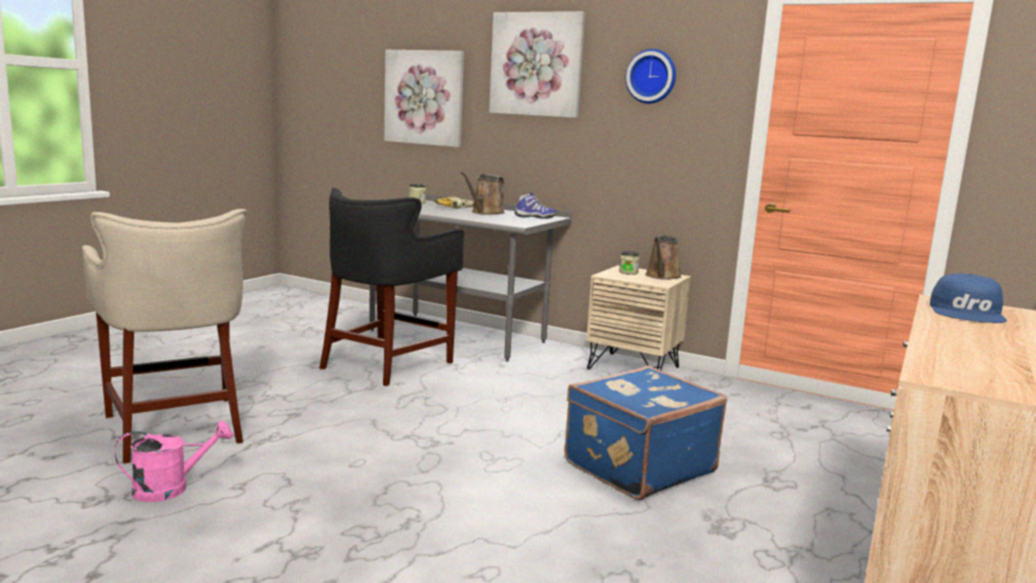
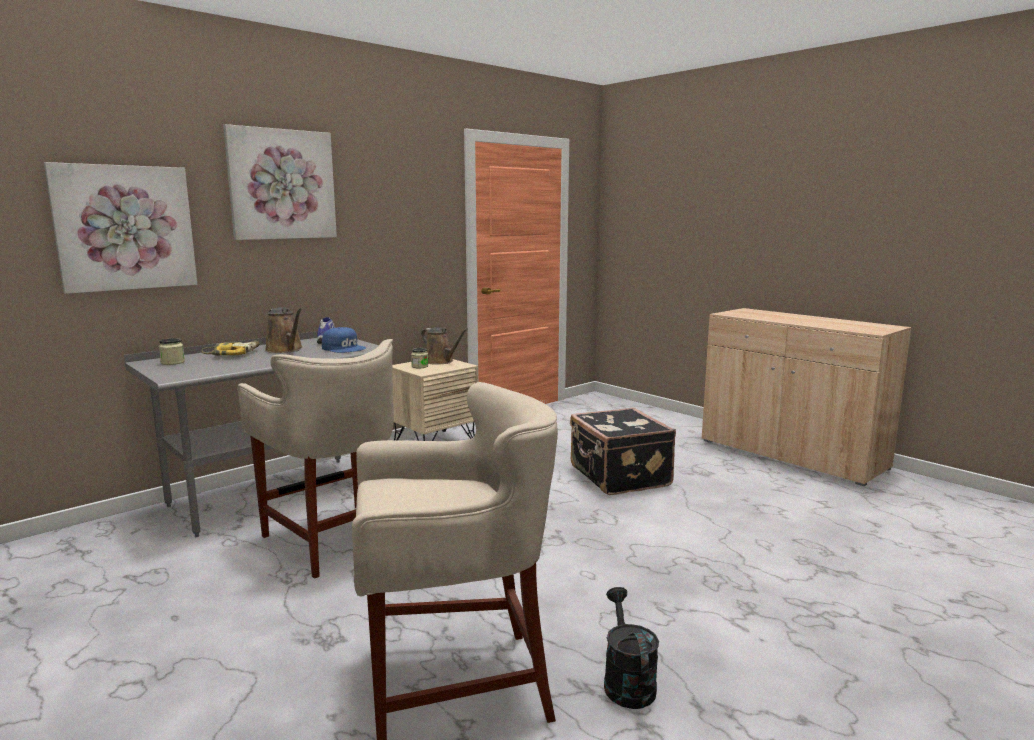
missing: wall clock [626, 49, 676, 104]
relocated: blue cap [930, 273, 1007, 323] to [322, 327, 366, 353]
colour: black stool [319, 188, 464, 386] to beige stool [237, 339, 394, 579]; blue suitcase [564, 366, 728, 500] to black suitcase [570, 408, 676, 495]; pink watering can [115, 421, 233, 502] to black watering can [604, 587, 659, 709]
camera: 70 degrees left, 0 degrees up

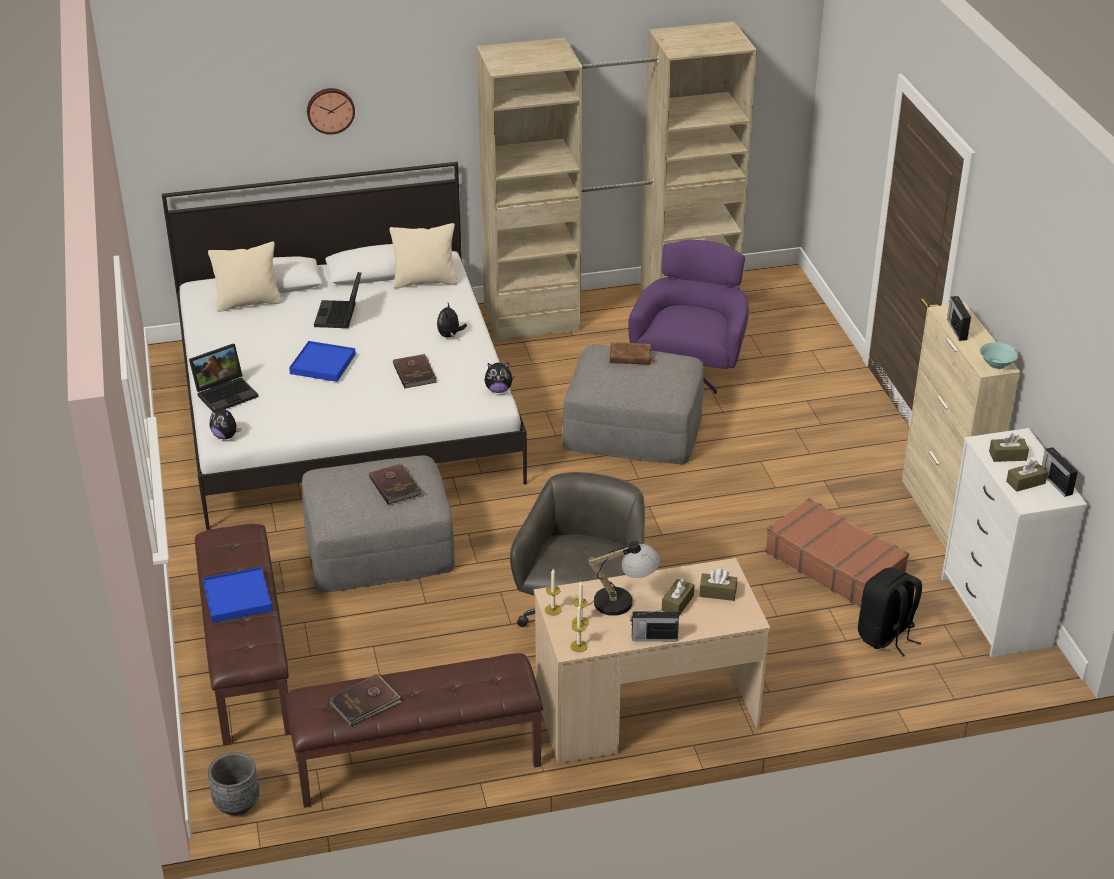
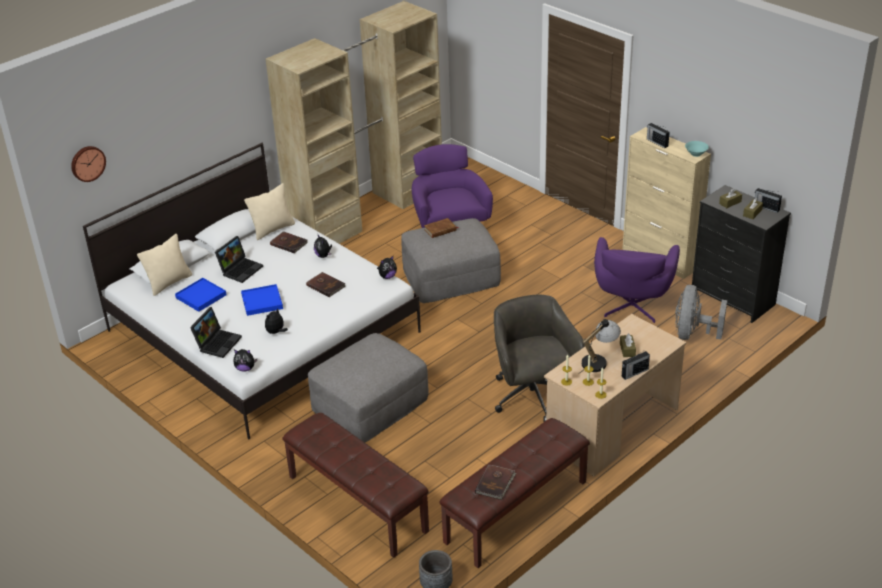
missing: brown tissue box [699, 569, 737, 601]
appeared: plush toy [265, 308, 288, 334]
relocated: wall clock [307, 88, 355, 135] to [71, 146, 106, 182]; blue tray [203, 567, 272, 623] to [175, 278, 227, 312]; brown book [369, 463, 421, 504] to [270, 231, 308, 253]
exchanged: brown suitcase [765, 498, 909, 607] to purple armchair [594, 237, 680, 323]; black backpack [858, 567, 922, 656] to grey fan [675, 285, 727, 340]
colour: white dresser [941, 428, 1088, 657] to black dresser [692, 185, 791, 323]
spun: laptop [314, 272, 361, 328] = [215, 236, 263, 283] 120 degrees counterclockwise
camera: 30 degrees left, 0 degrees up

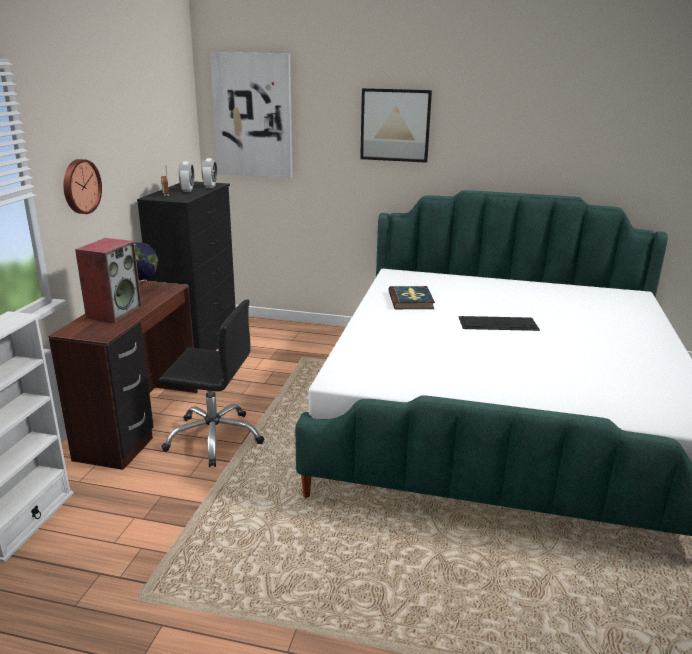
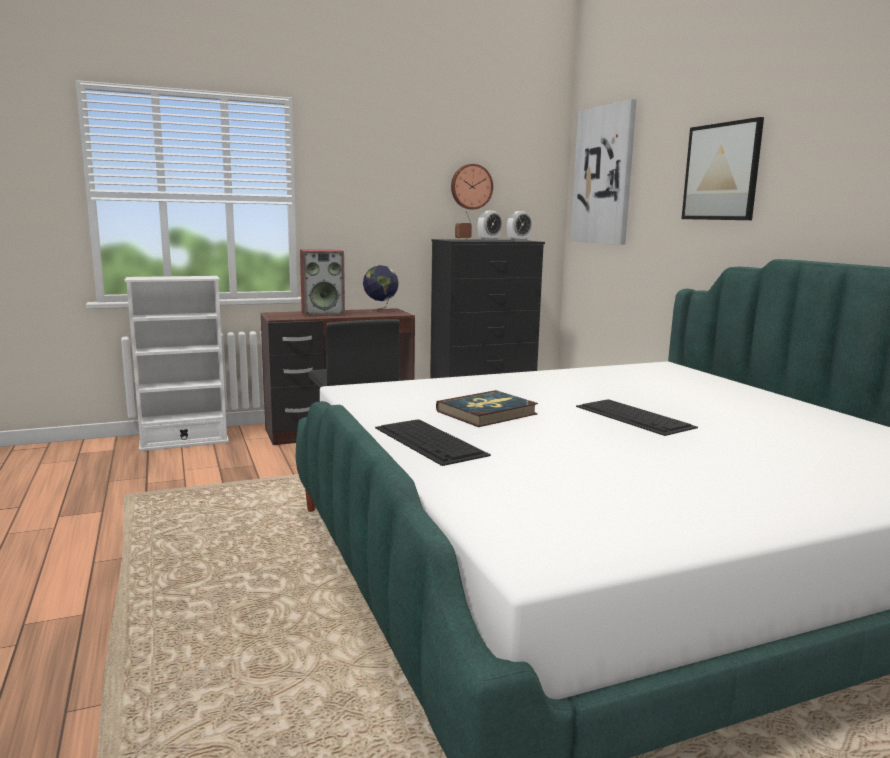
appeared: keyboard [375, 419, 491, 466]
relocated: book [388, 286, 435, 309] to [436, 390, 538, 427]; wall clock [63, 159, 102, 214] to [451, 164, 493, 209]
camera: 55 degrees right, 10 degrees down

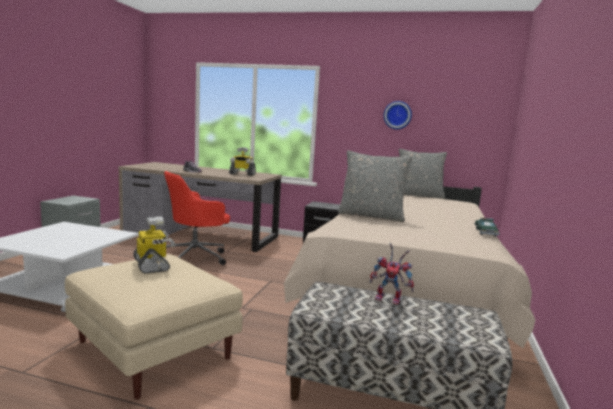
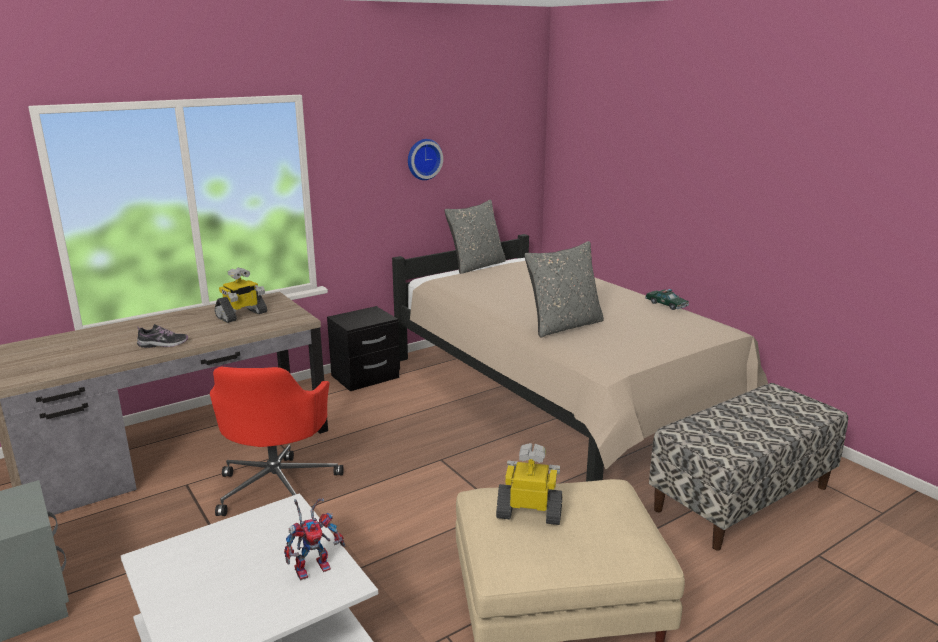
relocated: toy robot [369, 243, 414, 305] to [284, 498, 346, 581]
camera: 50 degrees left, 10 degrees up

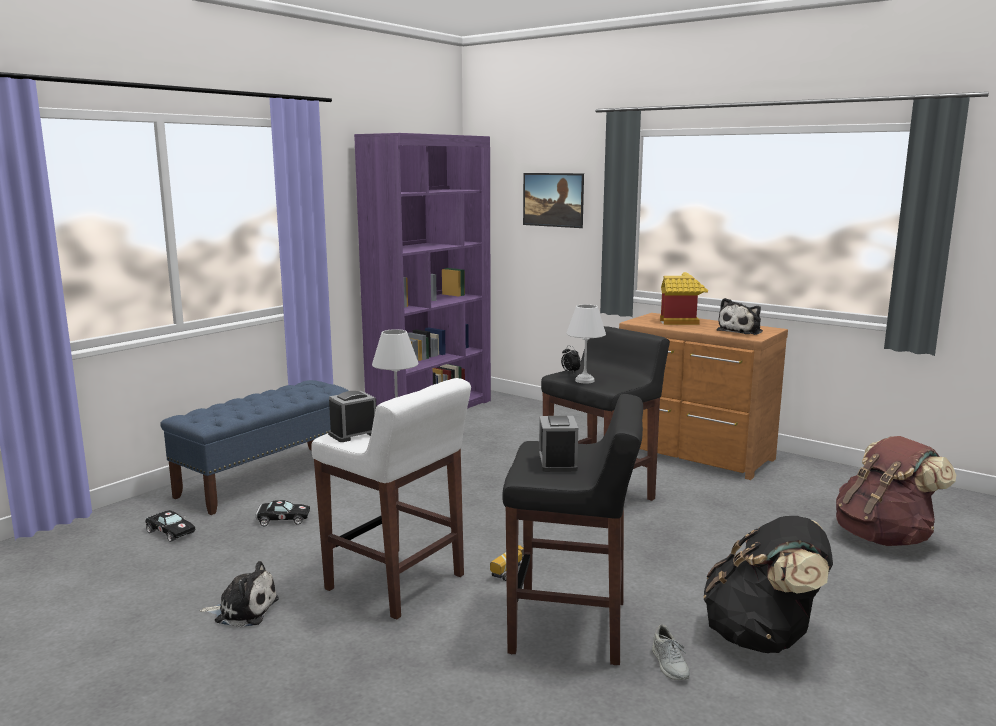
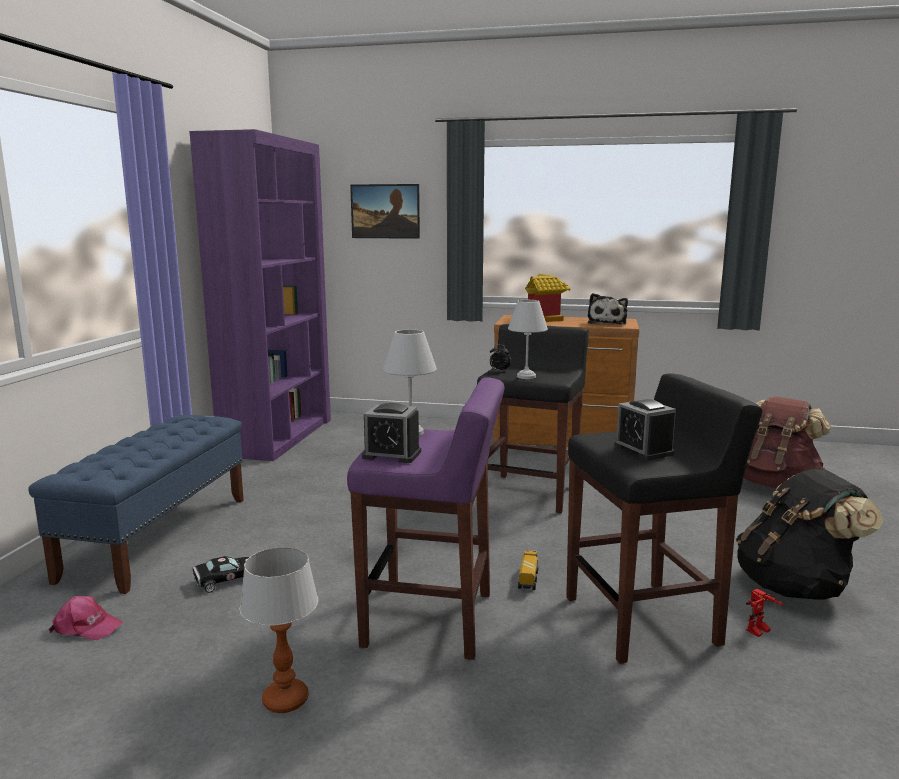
exchanged: black toy car [145, 510, 195, 542] to pink cap [49, 596, 123, 640]; plush toy [200, 561, 279, 627] to table lamp [240, 547, 318, 713]; grey shoe [652, 624, 690, 680] to toy robot [746, 589, 783, 637]
colour: white stool [312, 378, 471, 620] to purple stool [347, 377, 504, 660]
spun: alarm clock [328, 391, 376, 442] = [362, 403, 421, 463] 105 degrees counterclockwise
camera: 25 degrees left, 0 degrees up

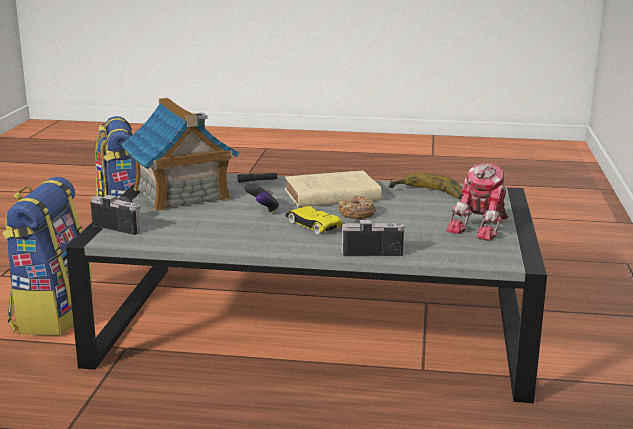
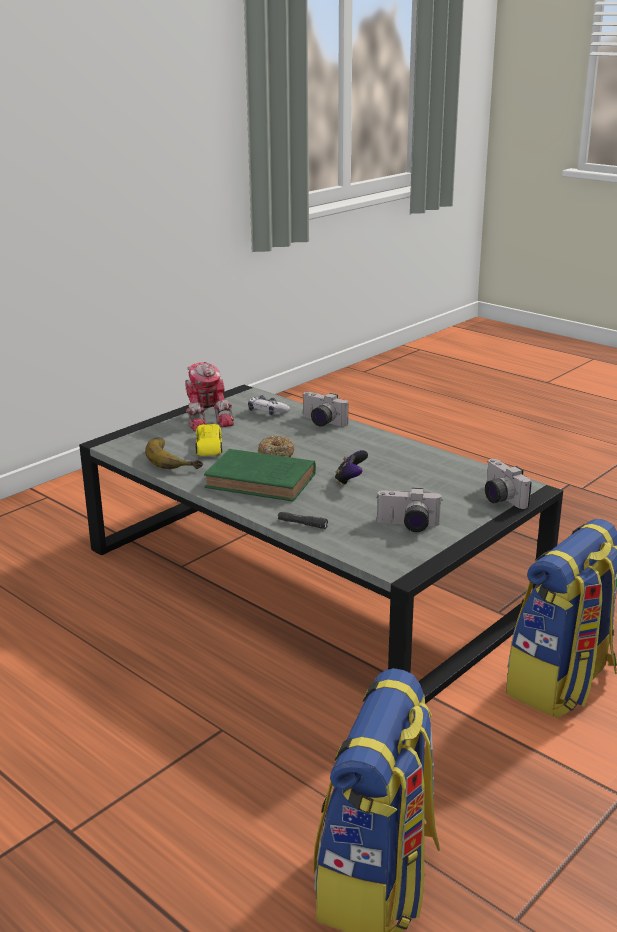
appeared: game controller [248, 395, 290, 415]
relocated: yellow toy car [285, 206, 342, 234] to [195, 424, 222, 456]
exchanged: toy house [121, 98, 240, 211] to photo camera [376, 488, 442, 532]
colour: beige book [285, 171, 381, 207] to green book [204, 449, 316, 502]
spun: toy robot [446, 163, 508, 241] = [185, 362, 234, 432] 90 degrees clockwise
camera: 145 degrees left, 5 degrees up

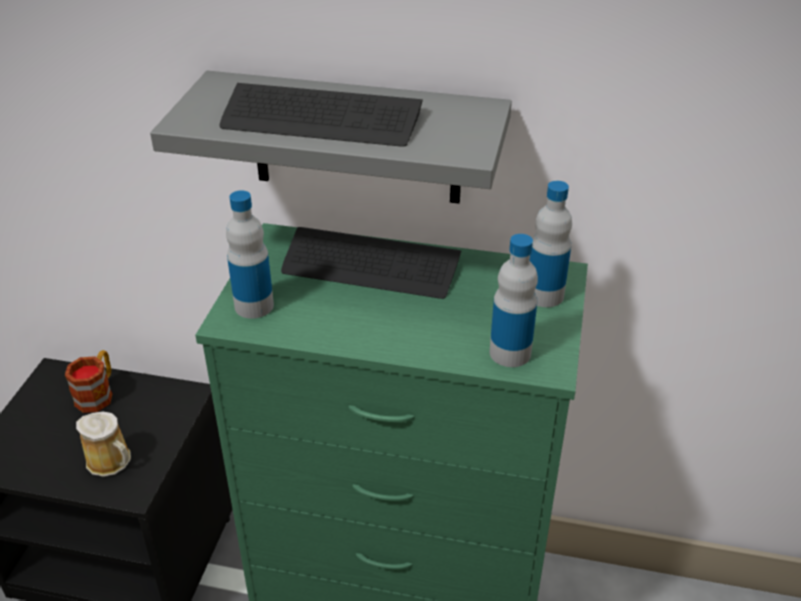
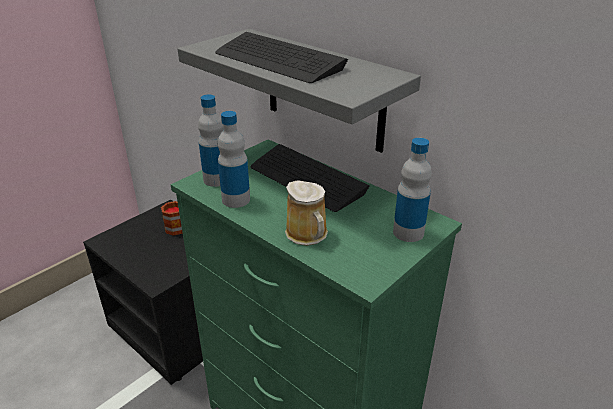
relocated: bottle [489, 234, 538, 367] to [218, 111, 250, 208]; mug [76, 411, 131, 477] to [285, 180, 328, 246]
camera: 30 degrees right, 5 degrees down

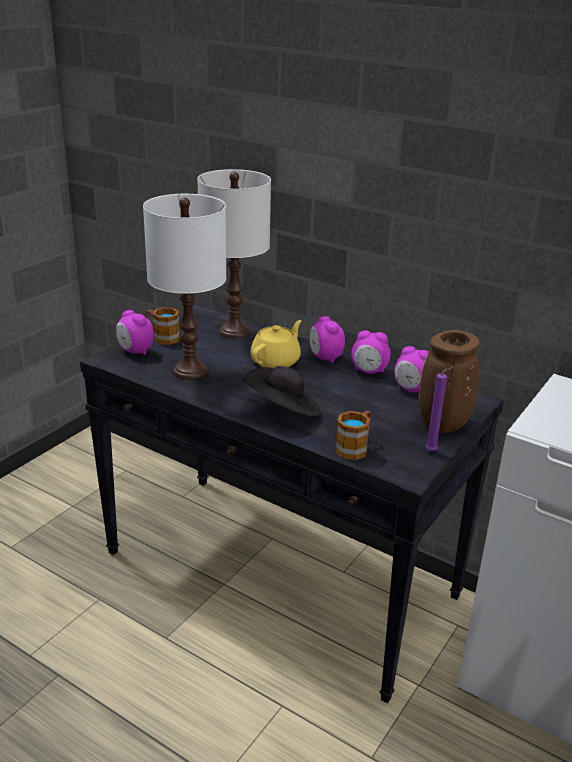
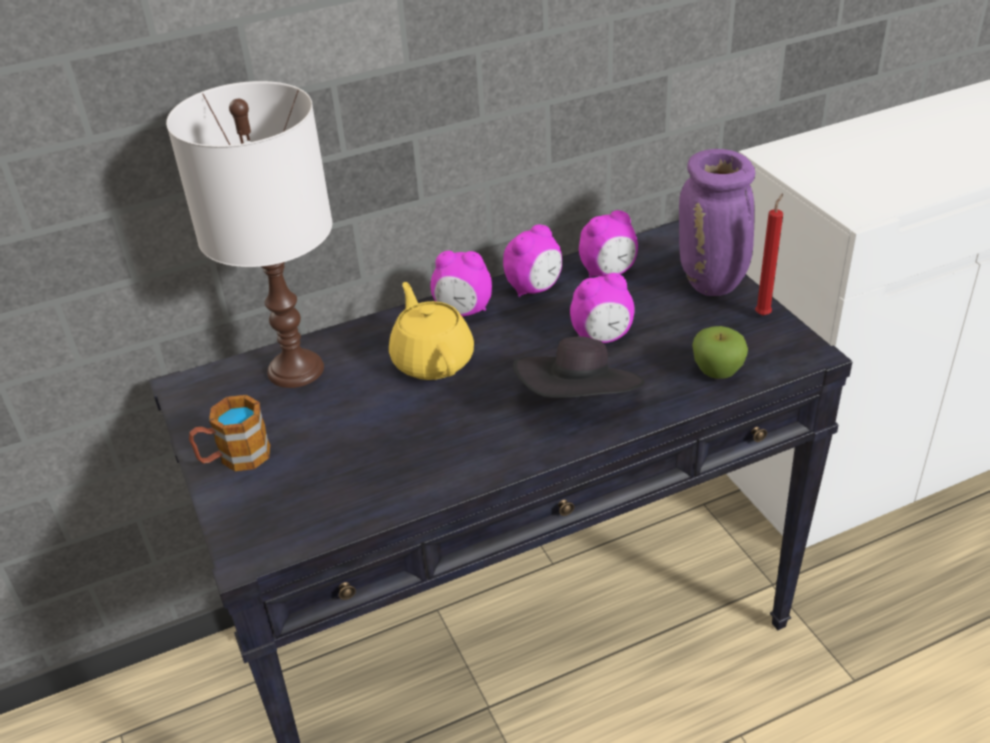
missing: white table lamp [143, 194, 226, 379]
relocated: alarm clock [116, 310, 154, 355] to [570, 273, 635, 343]
exchanged: mug [335, 411, 371, 460] to apple [692, 326, 748, 379]
colour: brown vase [419, 330, 480, 434] to purple vase [679, 149, 755, 296]; purple candle [426, 367, 454, 451] to red candle [755, 193, 783, 316]
camera: 55 degrees left, 10 degrees up

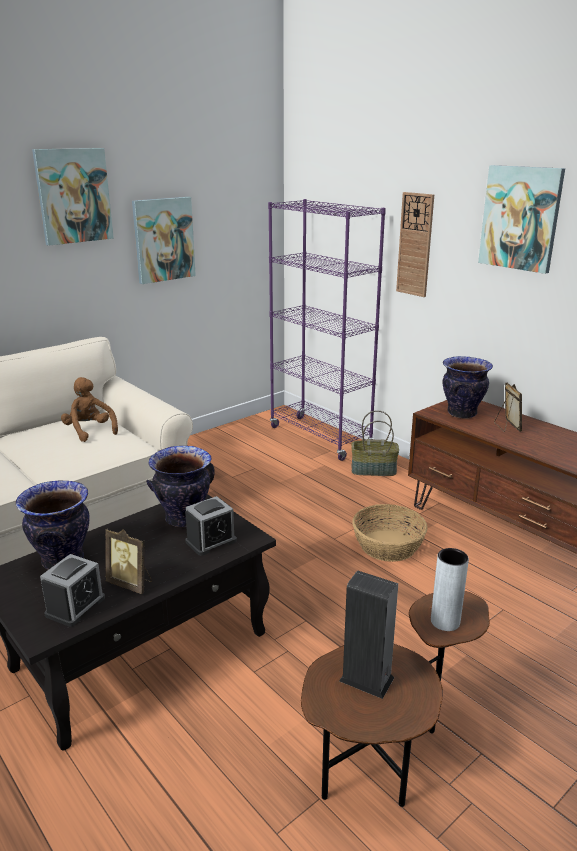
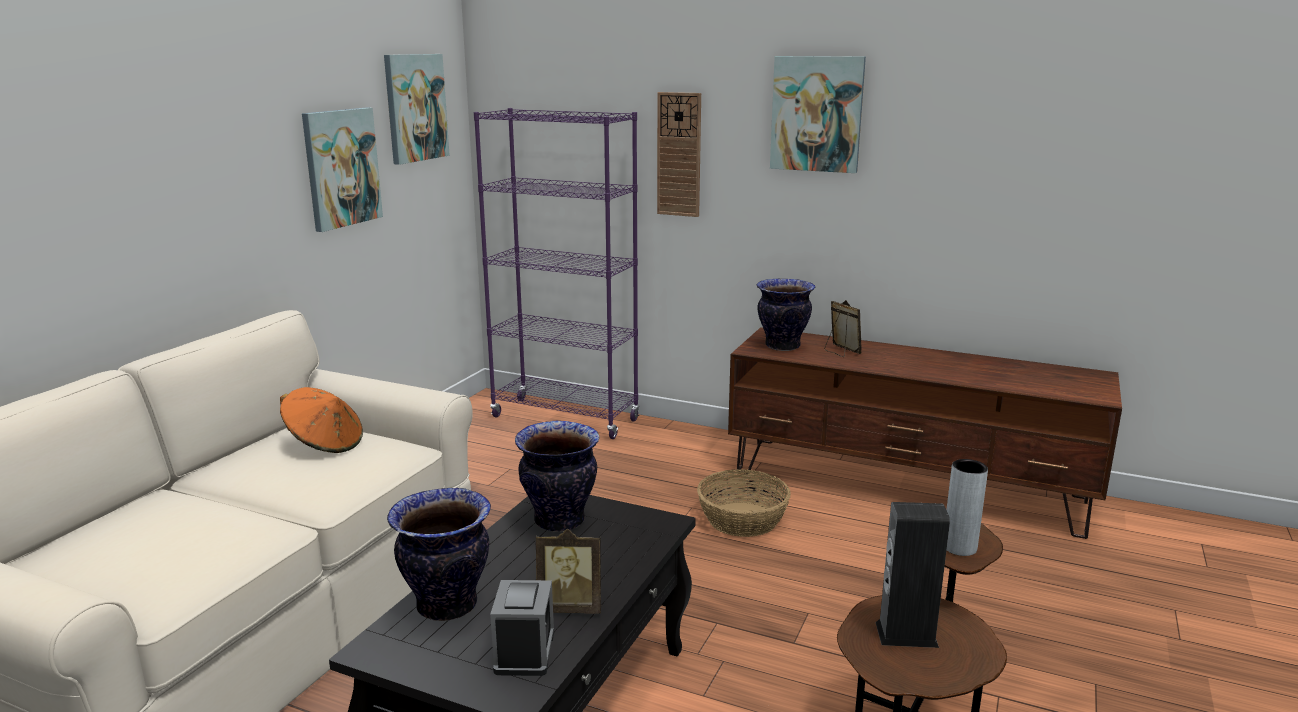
missing: alarm clock [185, 496, 237, 556]; basket [351, 411, 399, 476]
relocated: picture [32, 148, 114, 246] to [384, 54, 450, 165]
exchanged: brown plush toy [61, 377, 118, 442] to orange hat [280, 387, 363, 453]
camera: 25 degrees left, 5 degrees down

